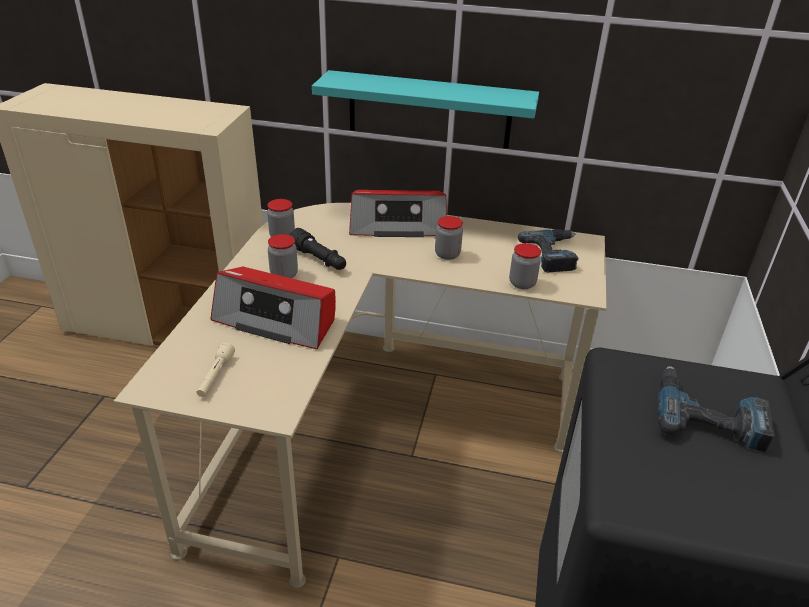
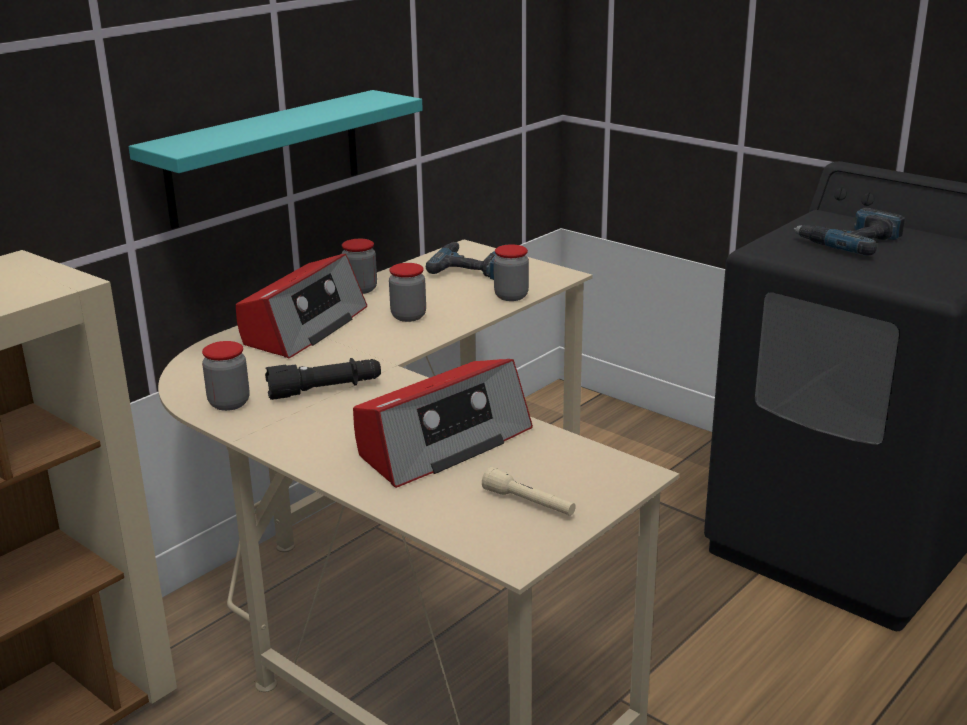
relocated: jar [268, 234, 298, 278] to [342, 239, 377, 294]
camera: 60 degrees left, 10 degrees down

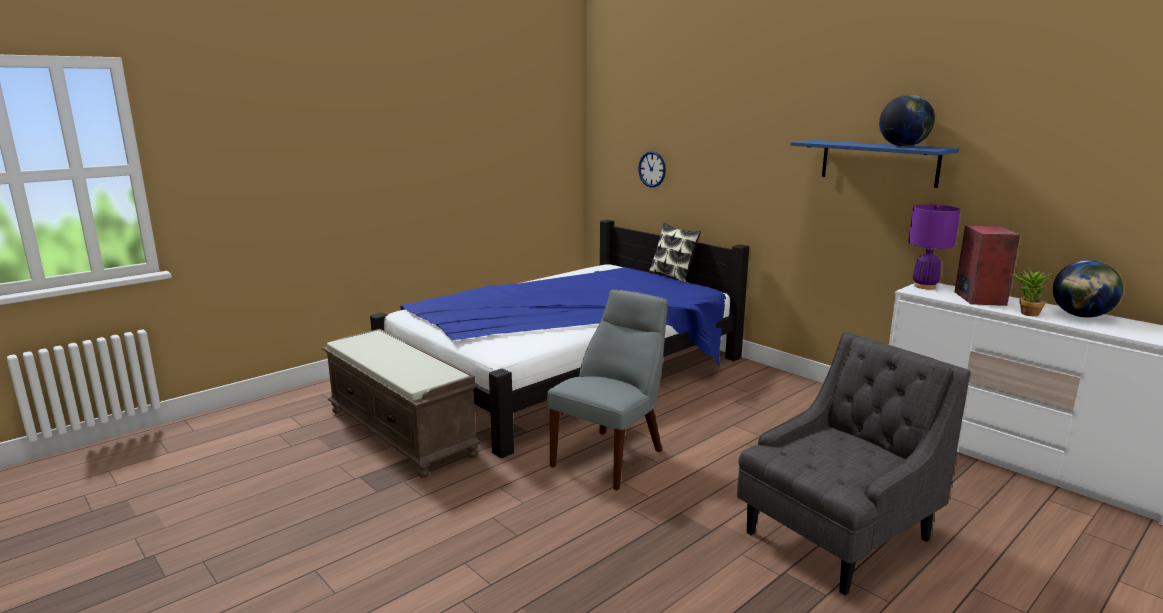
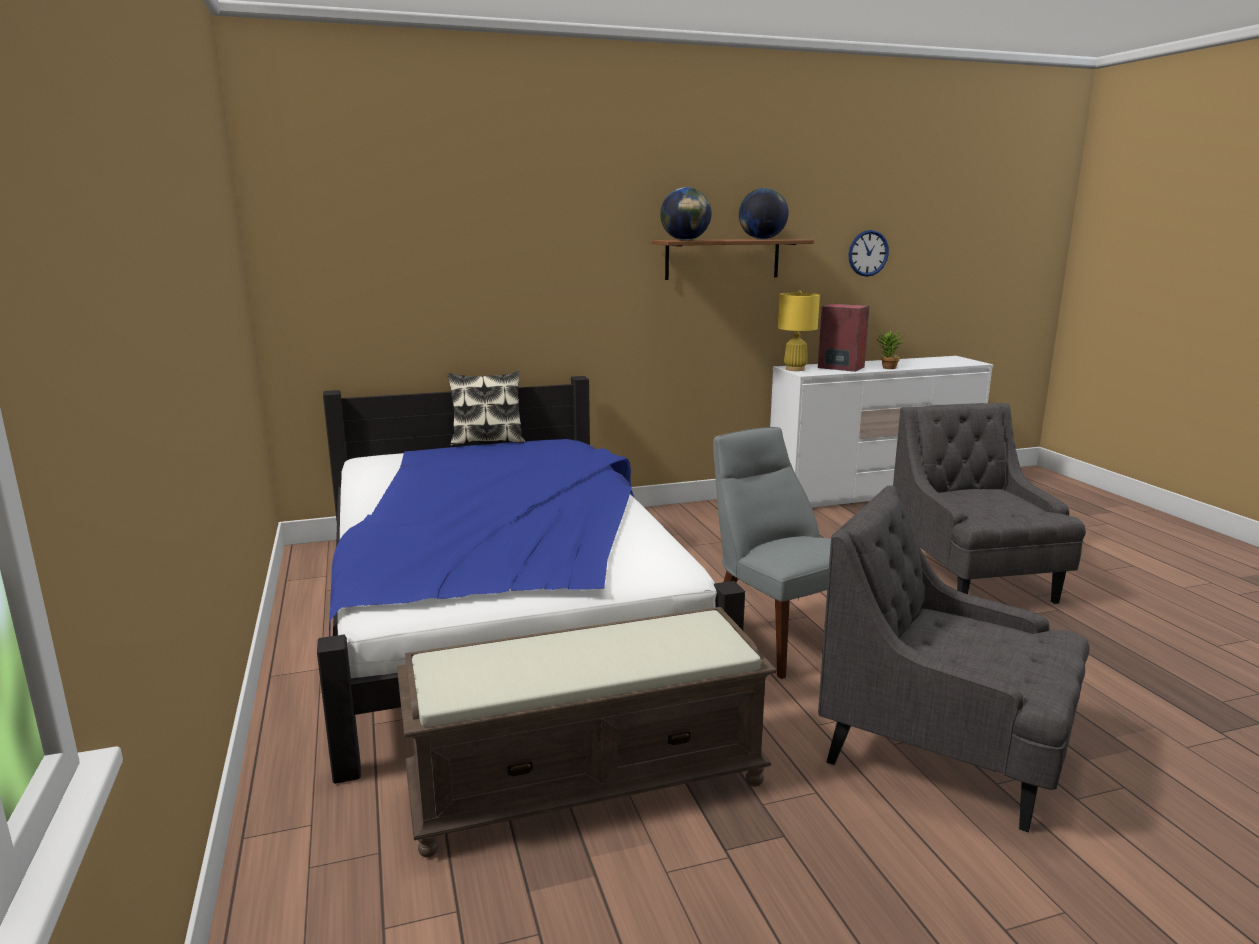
appeared: grey armchair [818, 485, 1090, 832]
relocated: globe [1053, 260, 1123, 318] to [660, 187, 712, 240]; wall clock [638, 151, 666, 187] to [848, 230, 889, 277]
colour: blue shelf [790, 140, 959, 188] to brown shelf [652, 239, 814, 280]; purple table lamp [908, 204, 960, 289] to yellow table lamp [778, 291, 820, 371]
camera: 65 degrees left, 0 degrees up

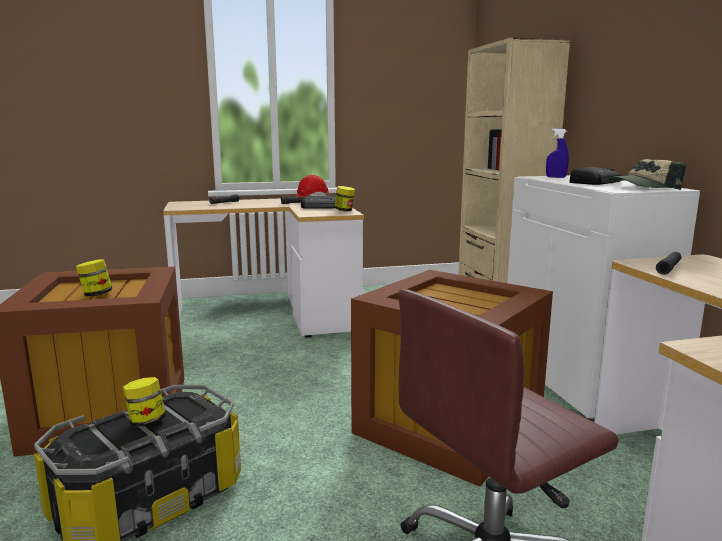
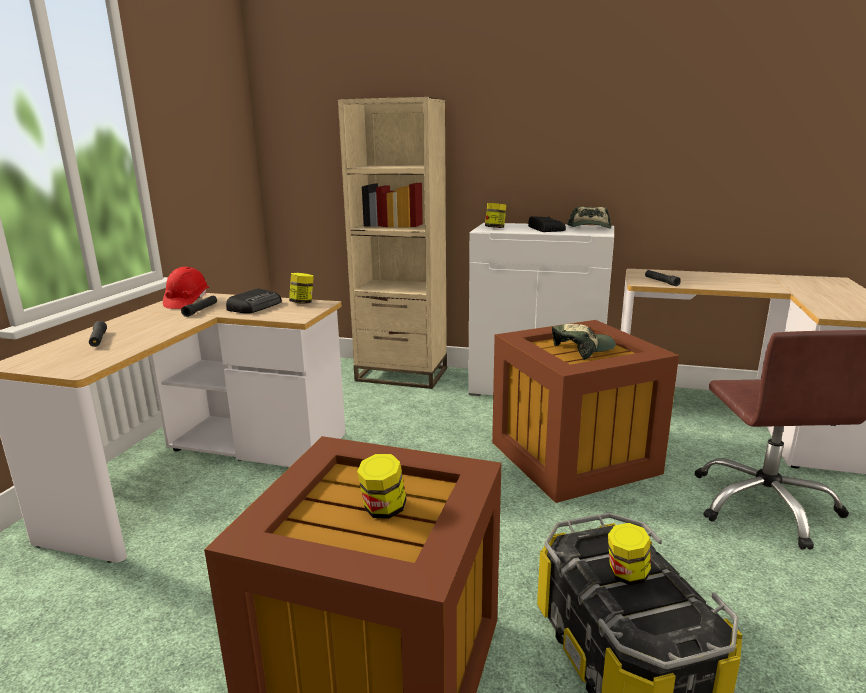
appeared: cap [552, 324, 616, 360]
exchanged: blue spray bottle [546, 128, 569, 178] to jar [485, 203, 507, 228]
camera: 60 degrees left, 5 degrees up

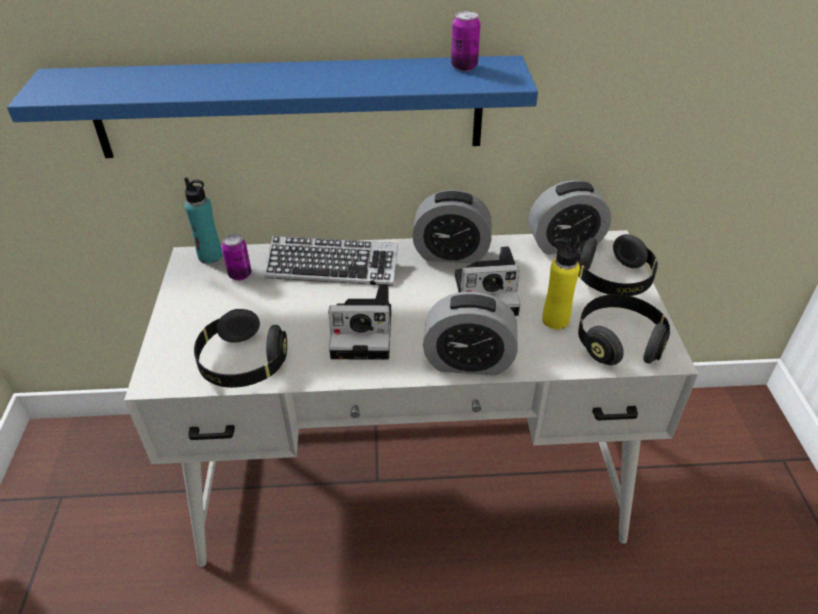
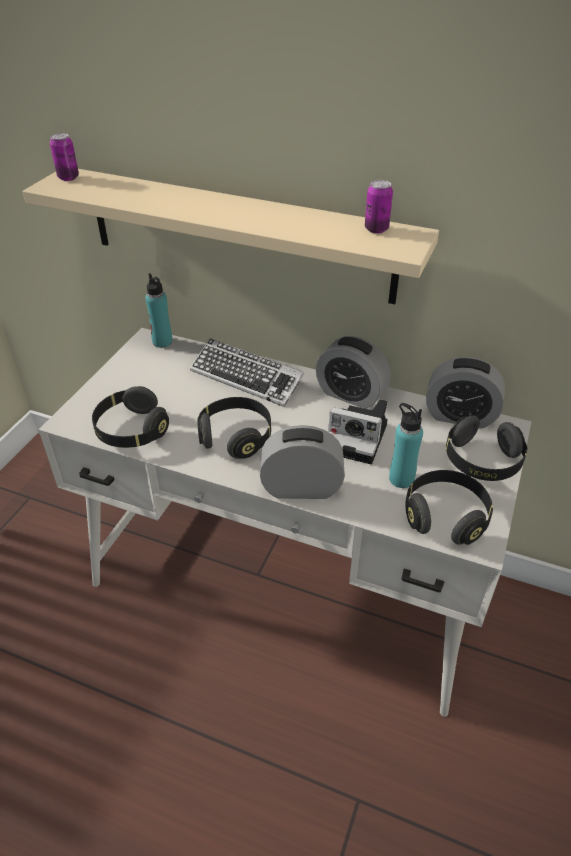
relocated: can [222, 234, 251, 281] to [50, 133, 79, 181]
exchanged: photo camera [328, 284, 391, 360] to black headphones [197, 397, 271, 459]
colour: blue shelf [7, 56, 538, 158] to beige shelf [23, 169, 439, 304]; yellow bottle [542, 238, 580, 329] to turquoise bottle [389, 403, 423, 488]
spun: alarm clock [423, 291, 518, 376] = [260, 425, 345, 499] 150 degrees clockwise
camera: 25 degrees right, 0 degrees up

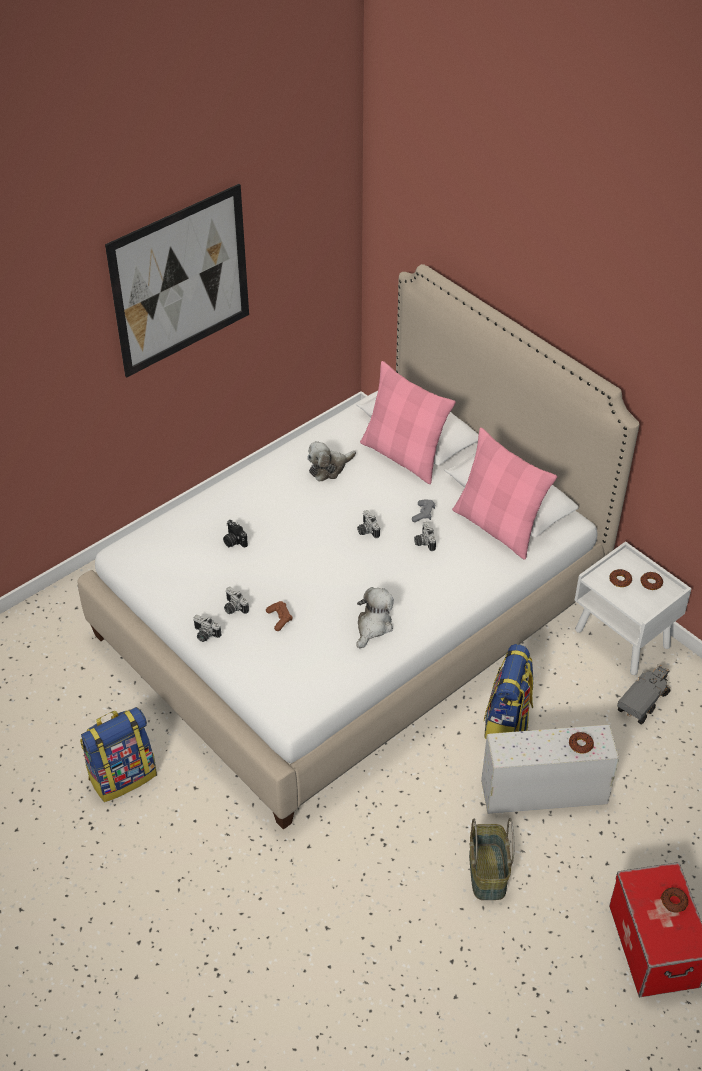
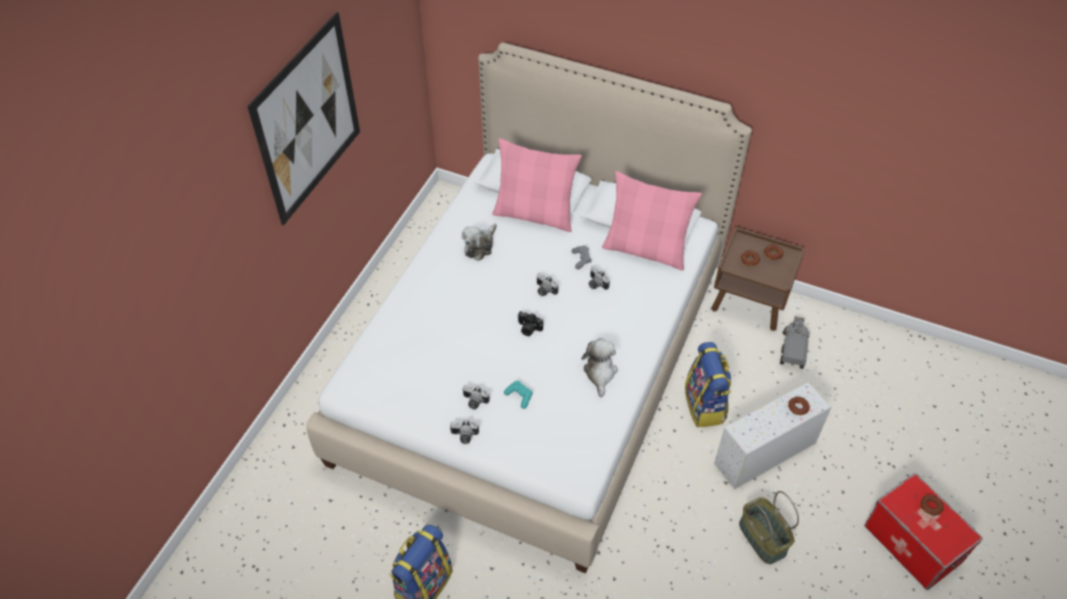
relocated: photo camera [223, 520, 248, 548] to [517, 311, 543, 336]
colour: brown game controller [266, 601, 292, 631] to turquoise game controller [504, 381, 533, 409]; white nightstand [574, 541, 692, 675] to brown nightstand [711, 227, 805, 331]
camera: 25 degrees left, 5 degrees up

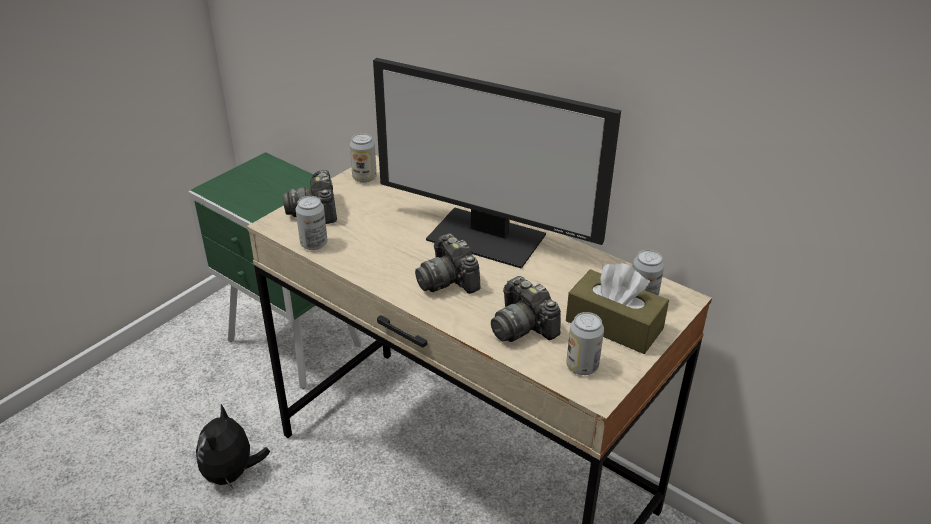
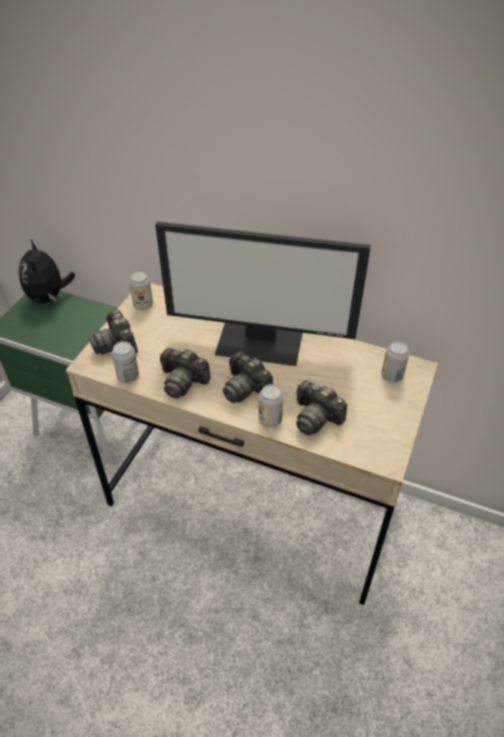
missing: brown tissue box [566, 263, 669, 354]
appeared: photo camera [160, 348, 211, 398]
relocated: plush toy [196, 404, 270, 489] to [19, 239, 75, 303]; can [566, 312, 604, 375] to [259, 384, 283, 428]
camera: 15 degrees left, 10 degrees up

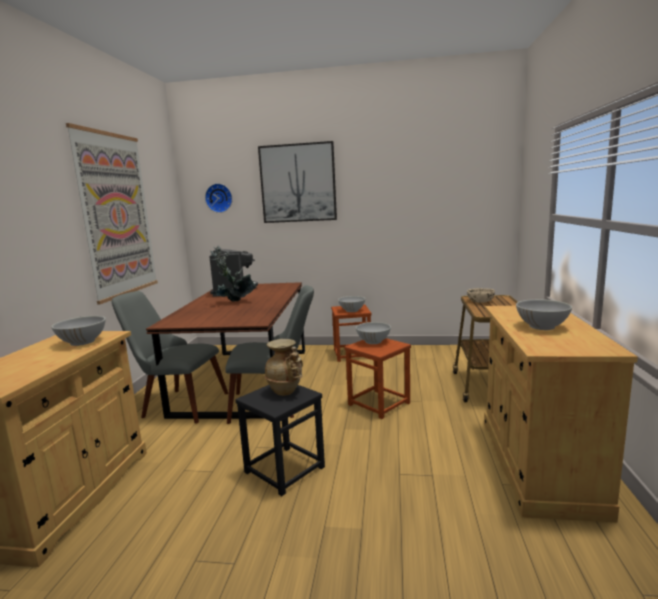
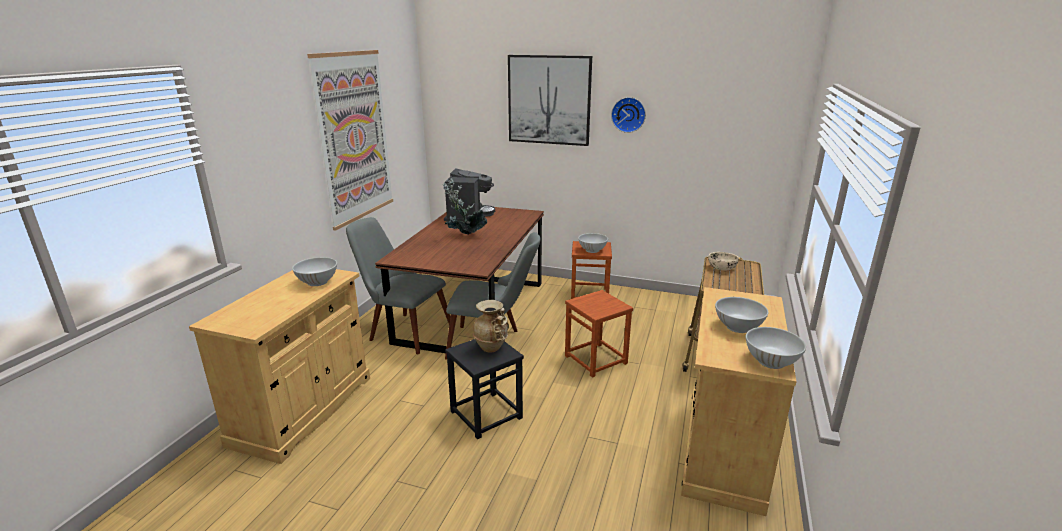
relocated: wall clock [205, 183, 232, 213] to [611, 97, 646, 133]; white bowl [356, 322, 391, 344] to [746, 327, 806, 369]
camera: 10 degrees right, 10 degrees up

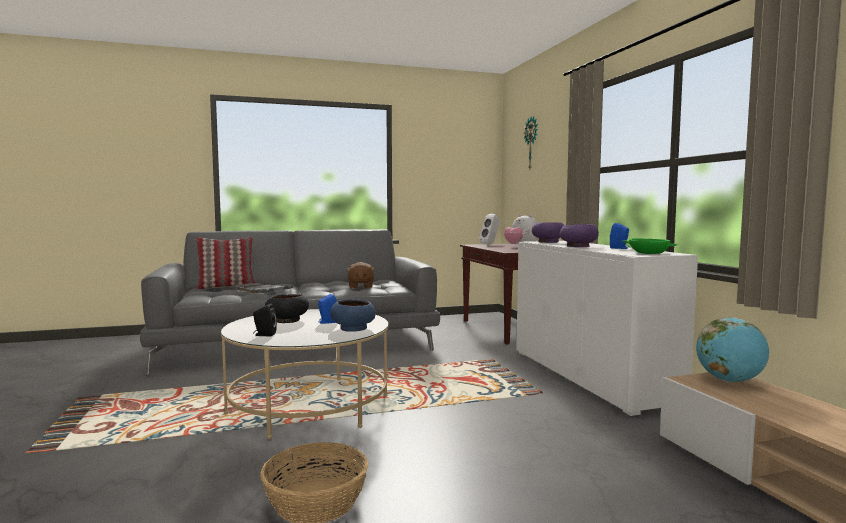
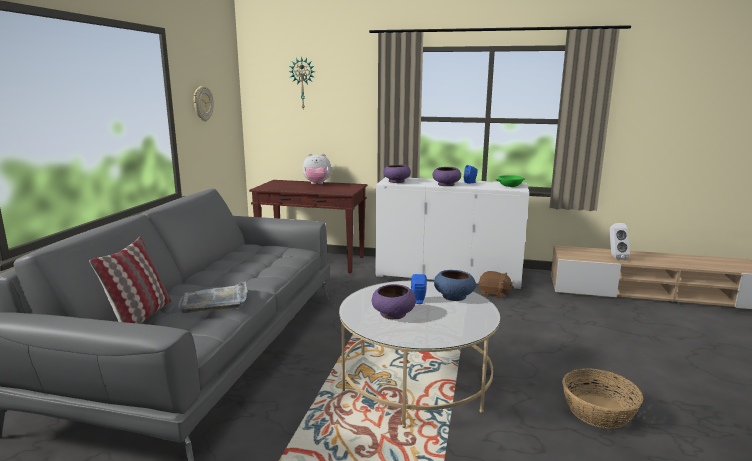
missing: black speaker [253, 304, 277, 336]; globe [696, 318, 769, 382]
appeared: wall clock [194, 86, 214, 121]
relocated: brown plush toy [346, 262, 375, 289] to [479, 271, 514, 299]; white speaker [479, 214, 500, 245] to [609, 223, 630, 260]
colour: black bowl [265, 294, 309, 323] to purple bowl [372, 284, 416, 319]
camera: 60 degrees left, 10 degrees up

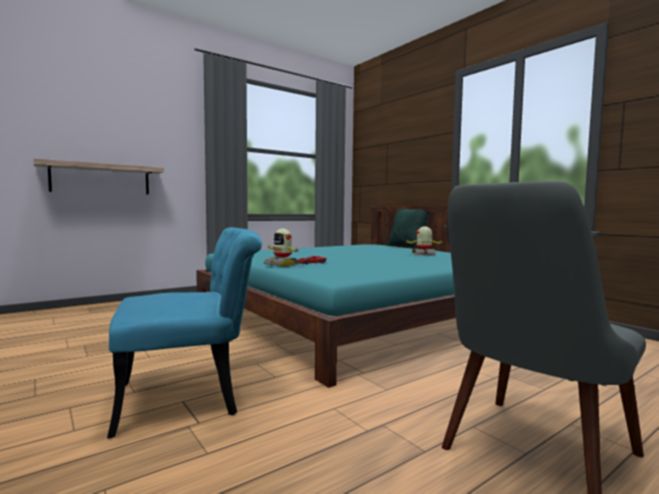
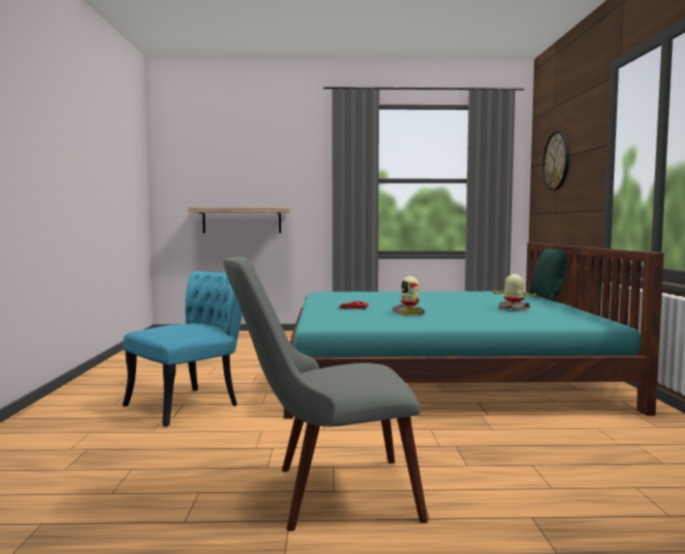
appeared: wall clock [543, 131, 570, 190]
relocated: toy robot [264, 229, 300, 267] to [392, 276, 425, 316]
spun: turquoise chair [107, 227, 262, 438] = [122, 271, 242, 427] 60 degrees counterclockwise
camera: 35 degrees right, 0 degrees up

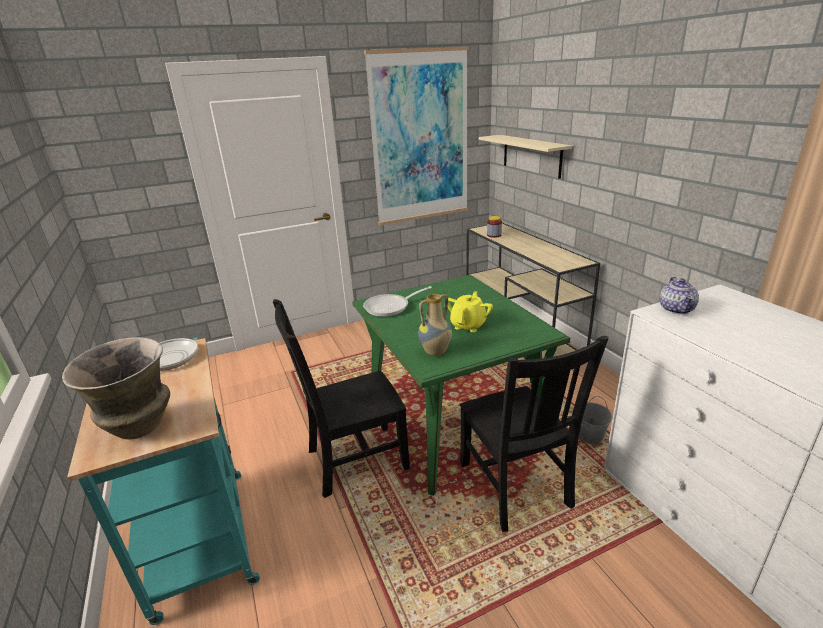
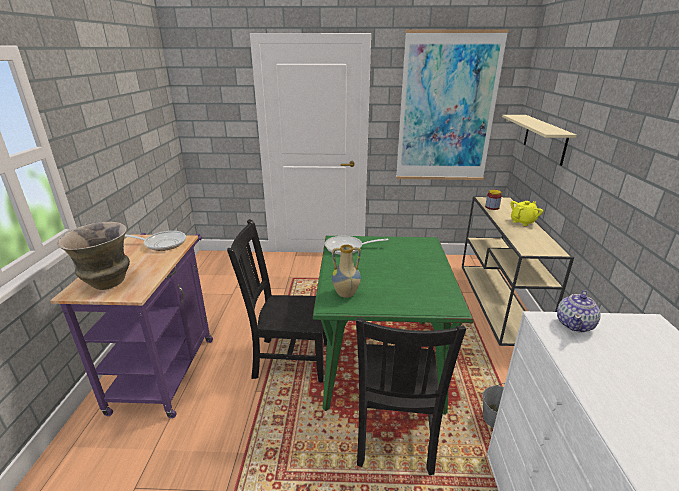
relocated: yellow teapot [448, 291, 493, 332] to [511, 201, 543, 226]
colour: turquoise cart [67, 337, 260, 625] to purple cart [50, 233, 213, 418]
camera: 25 degrees right, 0 degrees up

